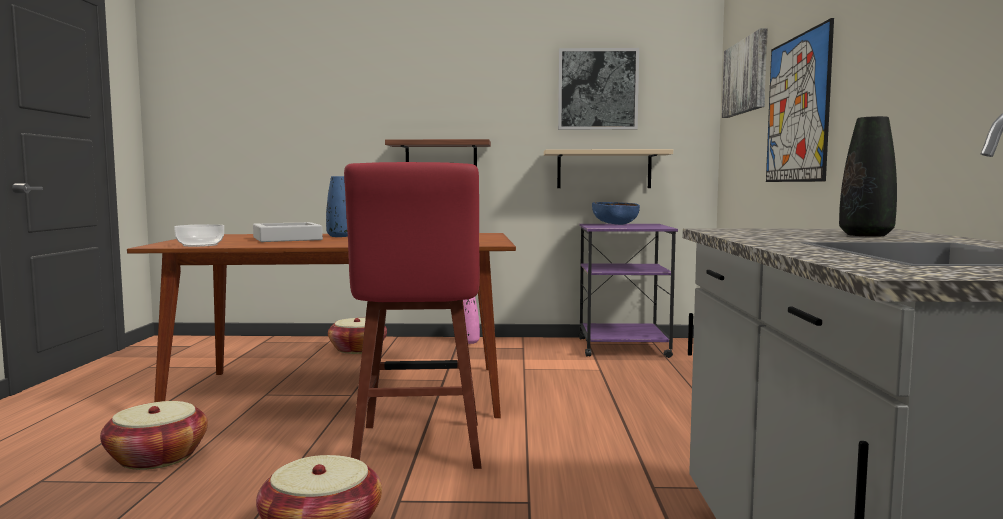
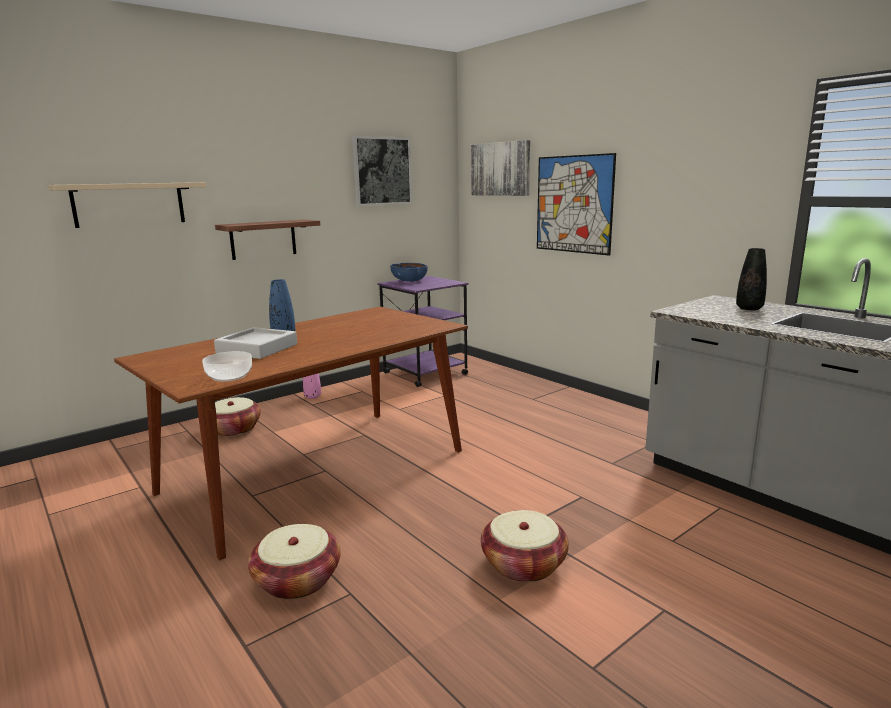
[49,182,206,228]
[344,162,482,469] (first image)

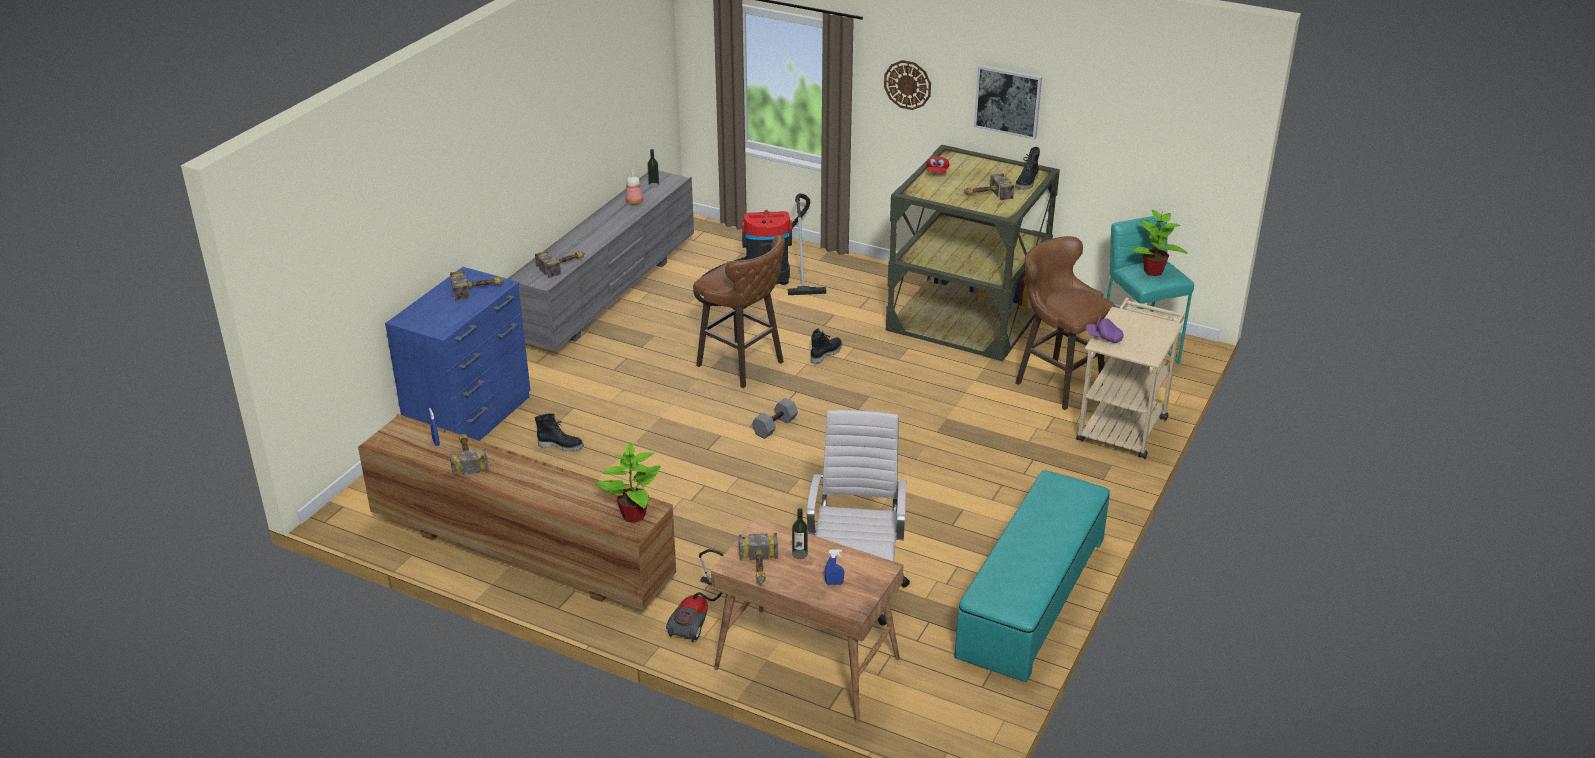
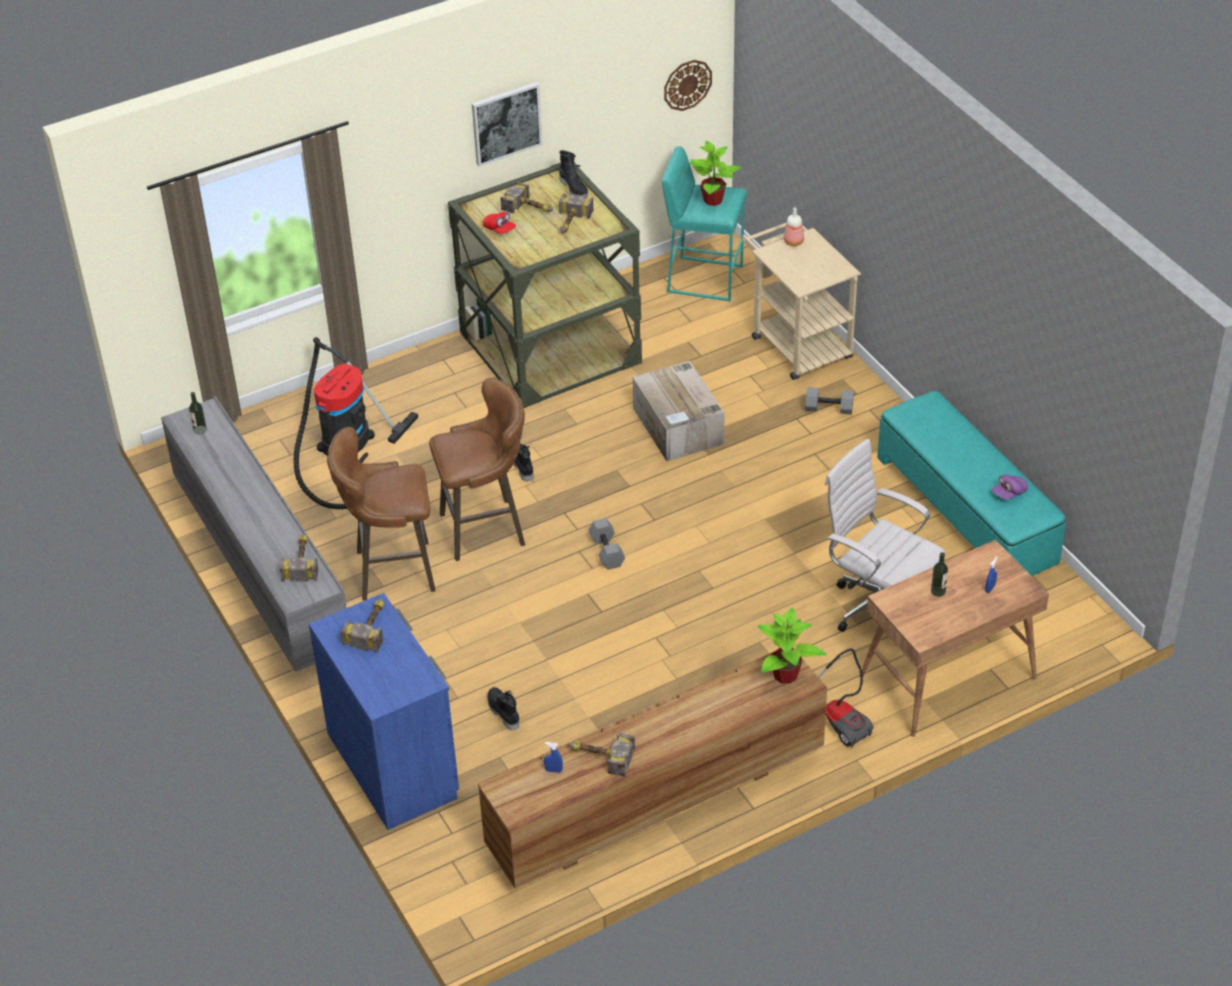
[664,60,712,111]
[784,207,804,246]
[327,427,436,601]
[992,475,1028,500]
[488,687,520,731]
[500,181,553,214]
[633,361,725,461]
[805,387,854,414]

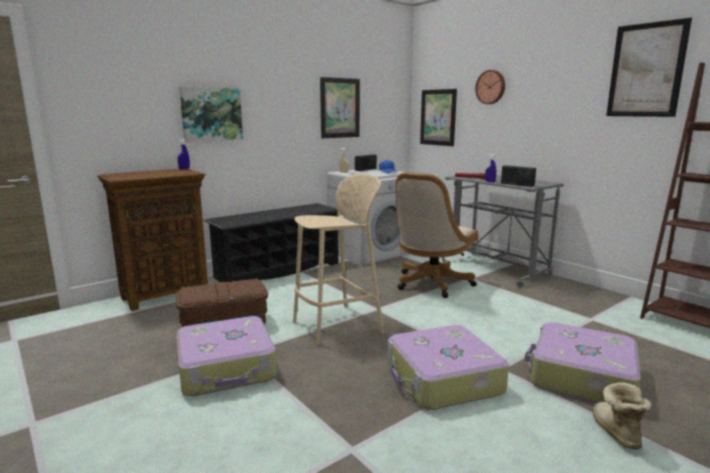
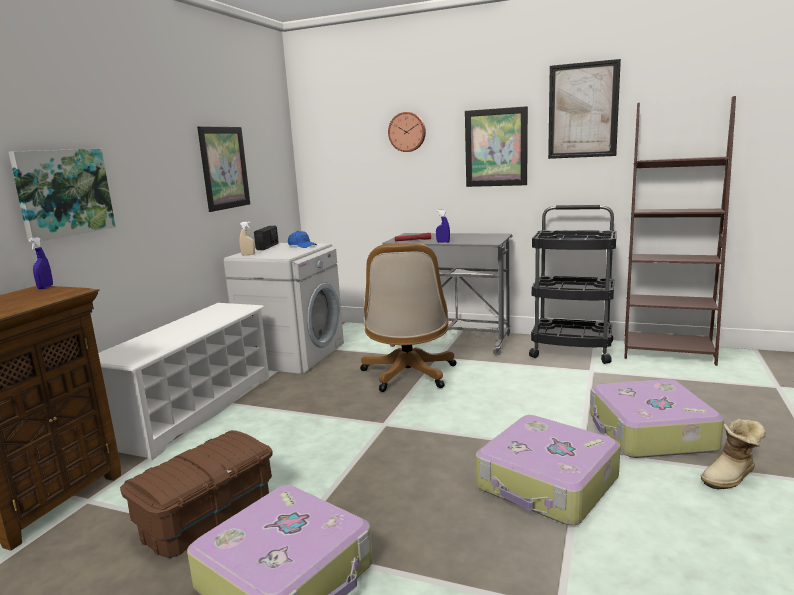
[465,106,528,187]
[501,165,536,187] (first image)
[293,174,384,346] (first image)
[98,303,269,461]
[701,418,766,489]
[529,205,617,364]

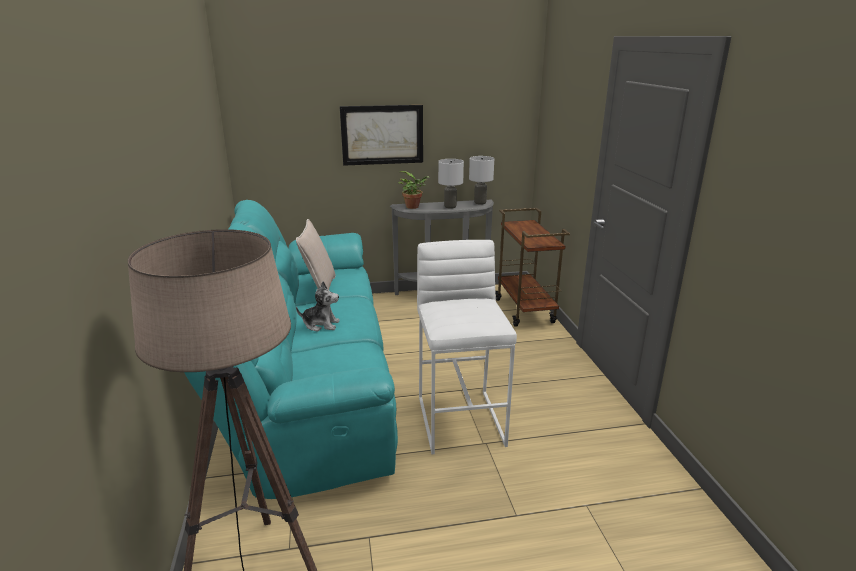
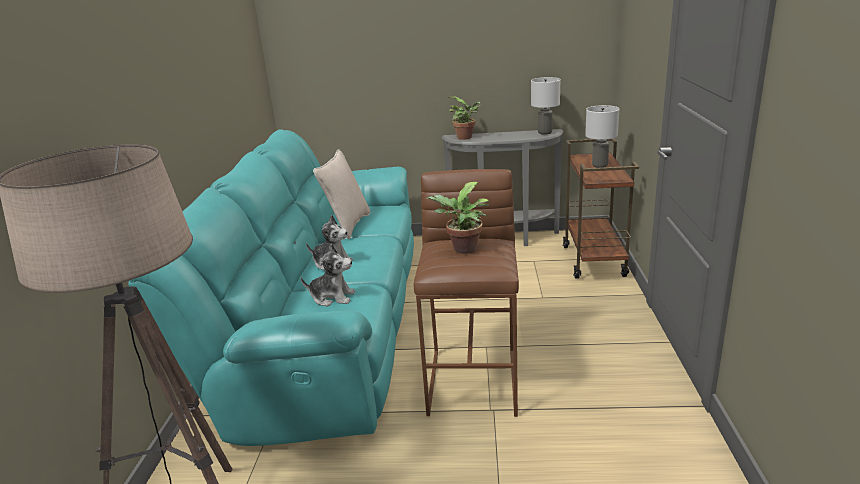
[340,105,423,166] (first image)
[585,105,620,168]
[414,169,519,417]
[426,182,490,254]
[301,244,355,306]

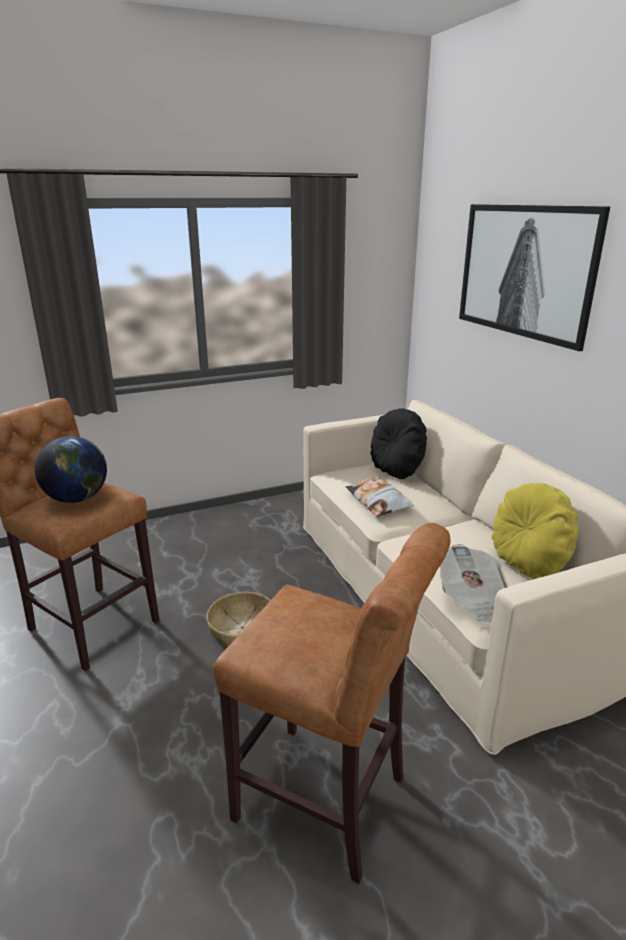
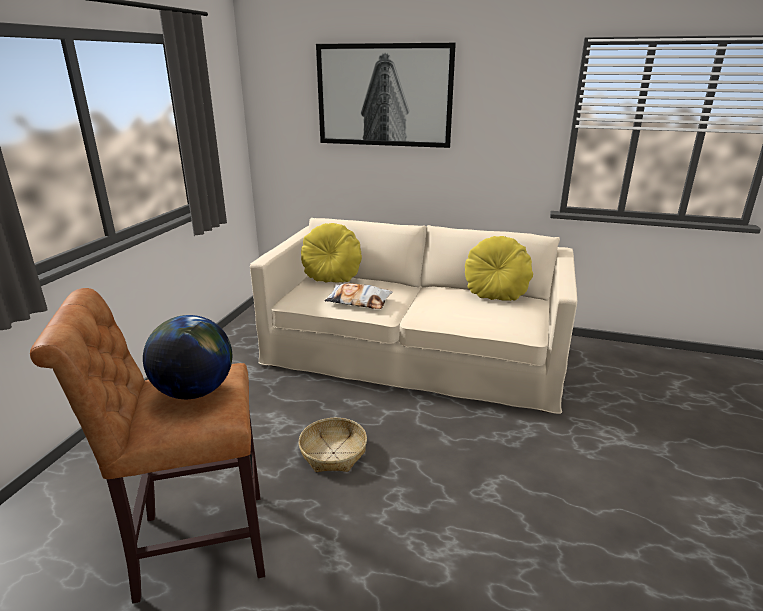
[301,223,362,283]
[213,523,450,884] (first image)
[440,544,508,626] (first image)

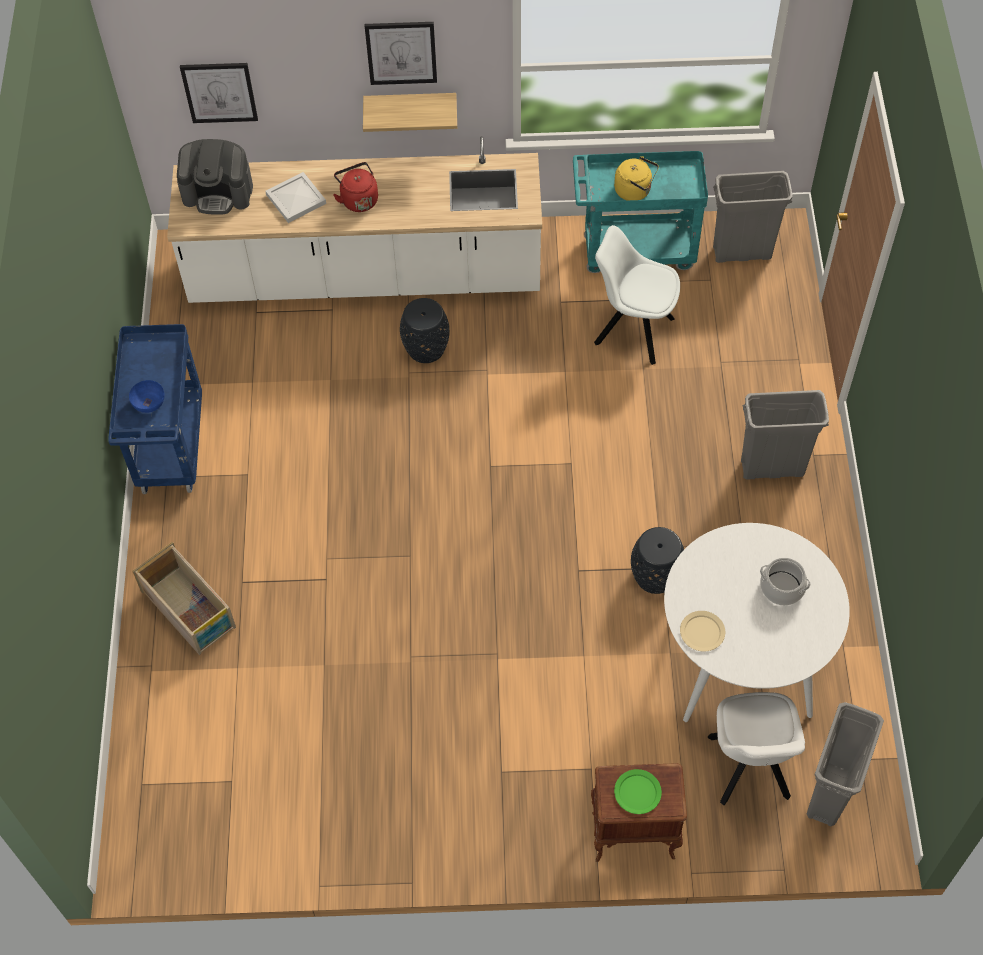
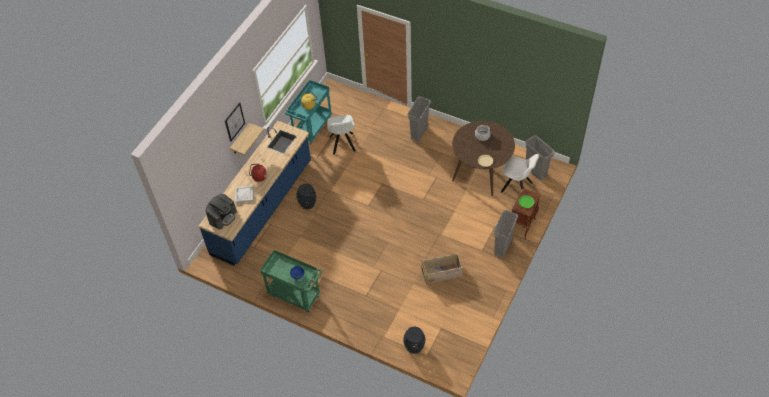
[180,63,258,123] (first image)
[199,121,311,266]
[493,210,518,258]
[327,115,356,154]
[260,250,322,312]
[452,121,515,196]
[403,327,425,354]
[422,253,463,285]

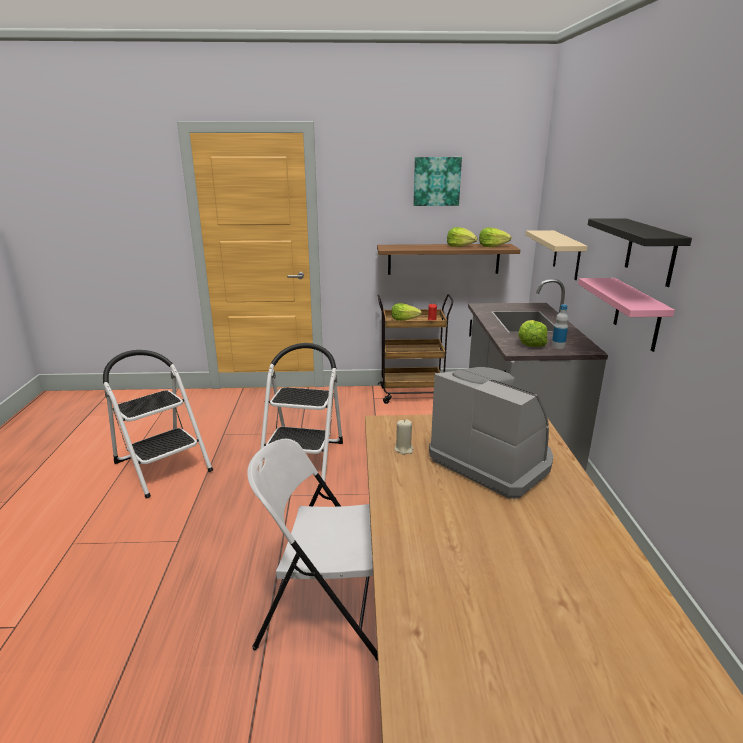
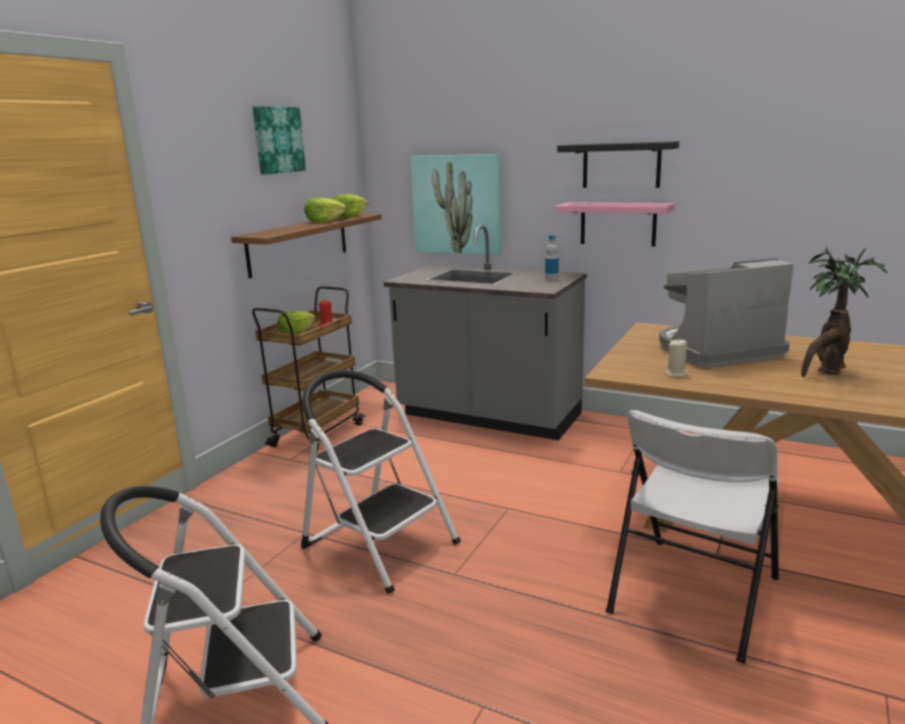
[411,154,501,255]
[518,320,548,347] (first image)
[801,246,887,377]

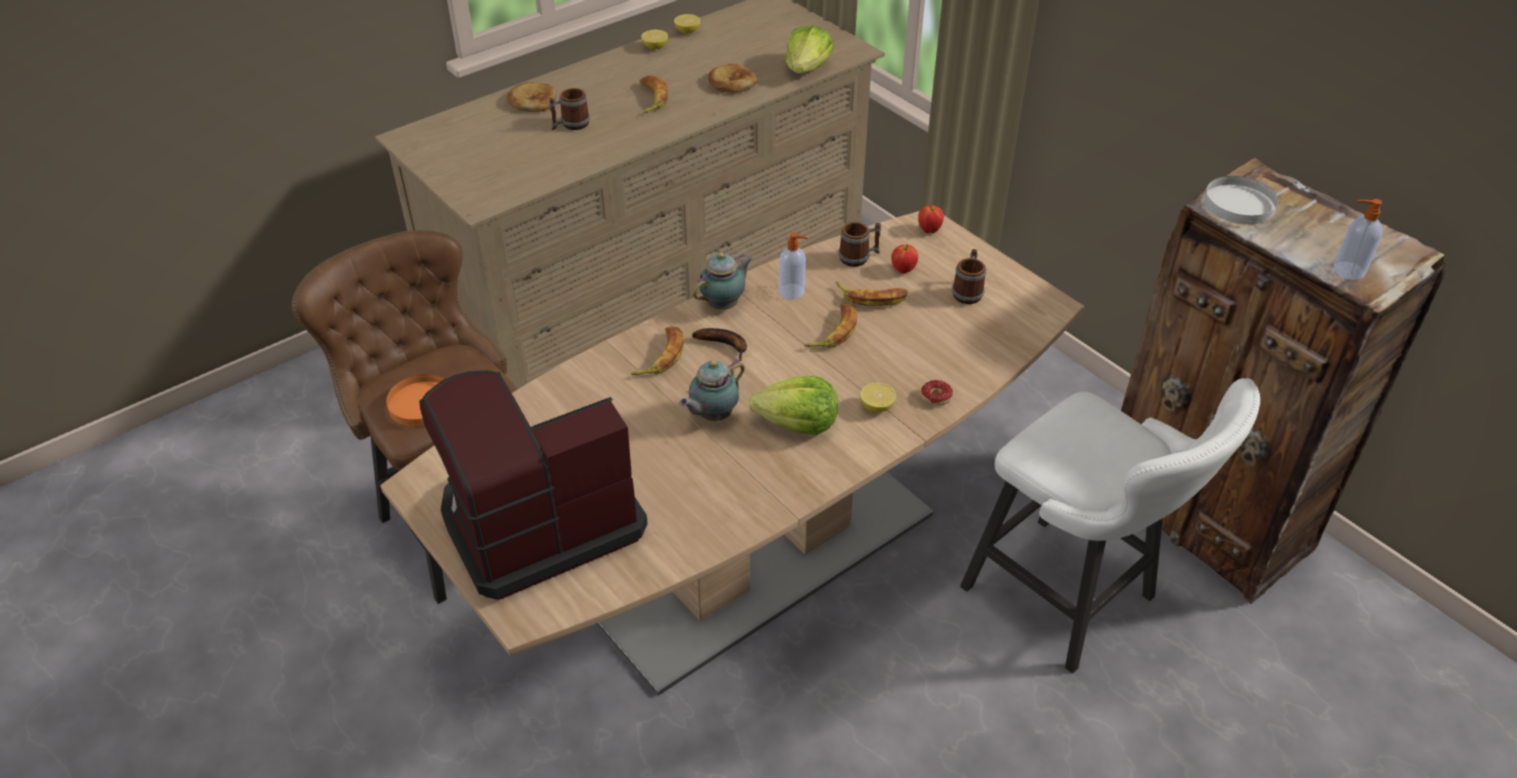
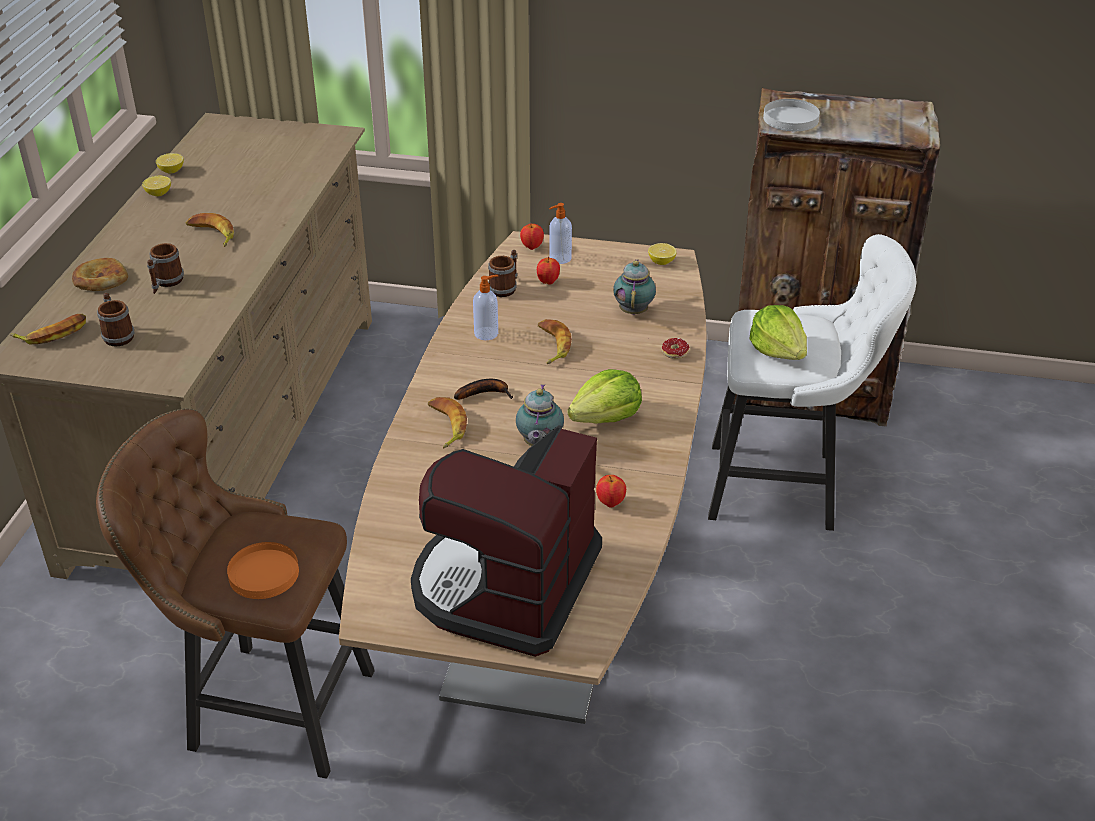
[749,305,807,360]
[708,64,758,92] (first image)
[549,203,572,264]
[97,293,134,346]
[613,260,656,315]
[10,314,86,344]
[648,243,677,265]
[596,475,626,507]

